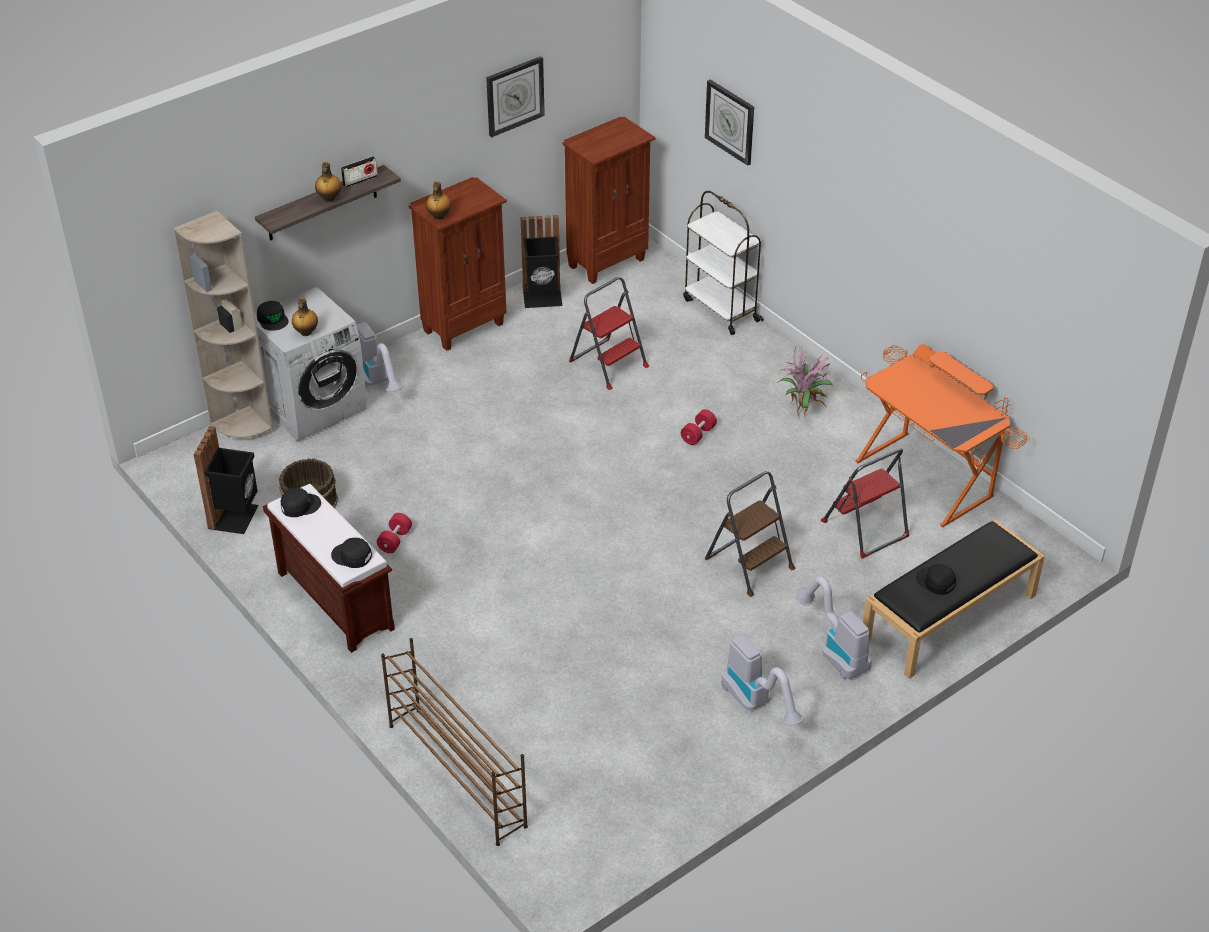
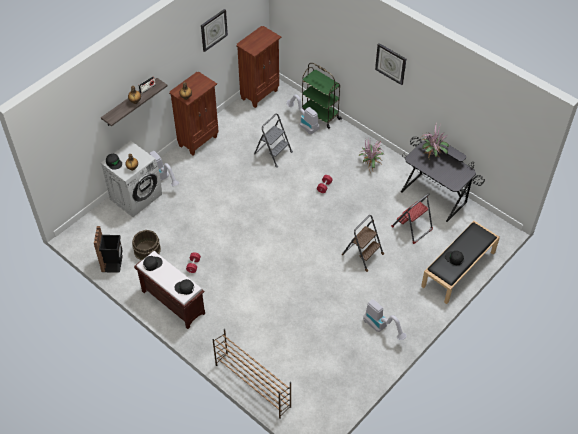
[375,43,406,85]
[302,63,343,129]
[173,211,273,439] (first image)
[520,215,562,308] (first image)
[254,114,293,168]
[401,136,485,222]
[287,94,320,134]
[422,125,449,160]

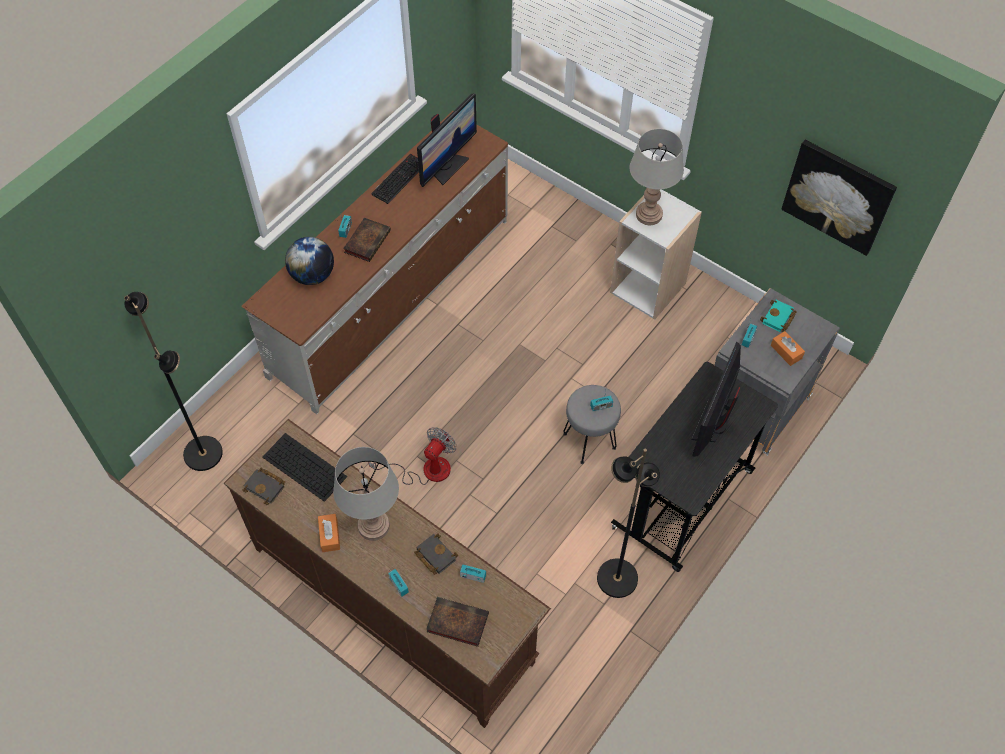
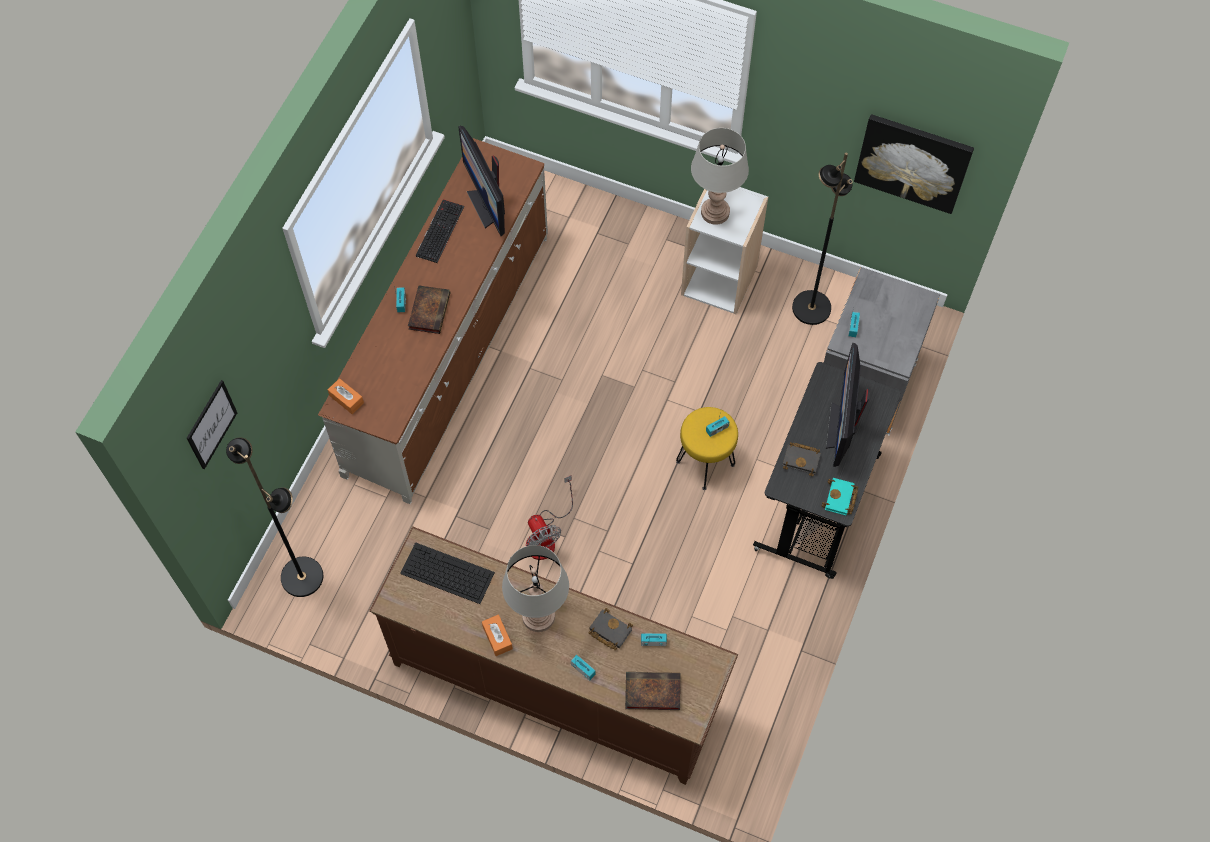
[458,126,505,236]
[285,237,334,285] (first image)
[821,478,858,515]
[328,378,364,414]
[676,407,738,490]
[526,475,573,560]
[792,152,853,325]
[782,442,821,477]
[187,380,237,469]

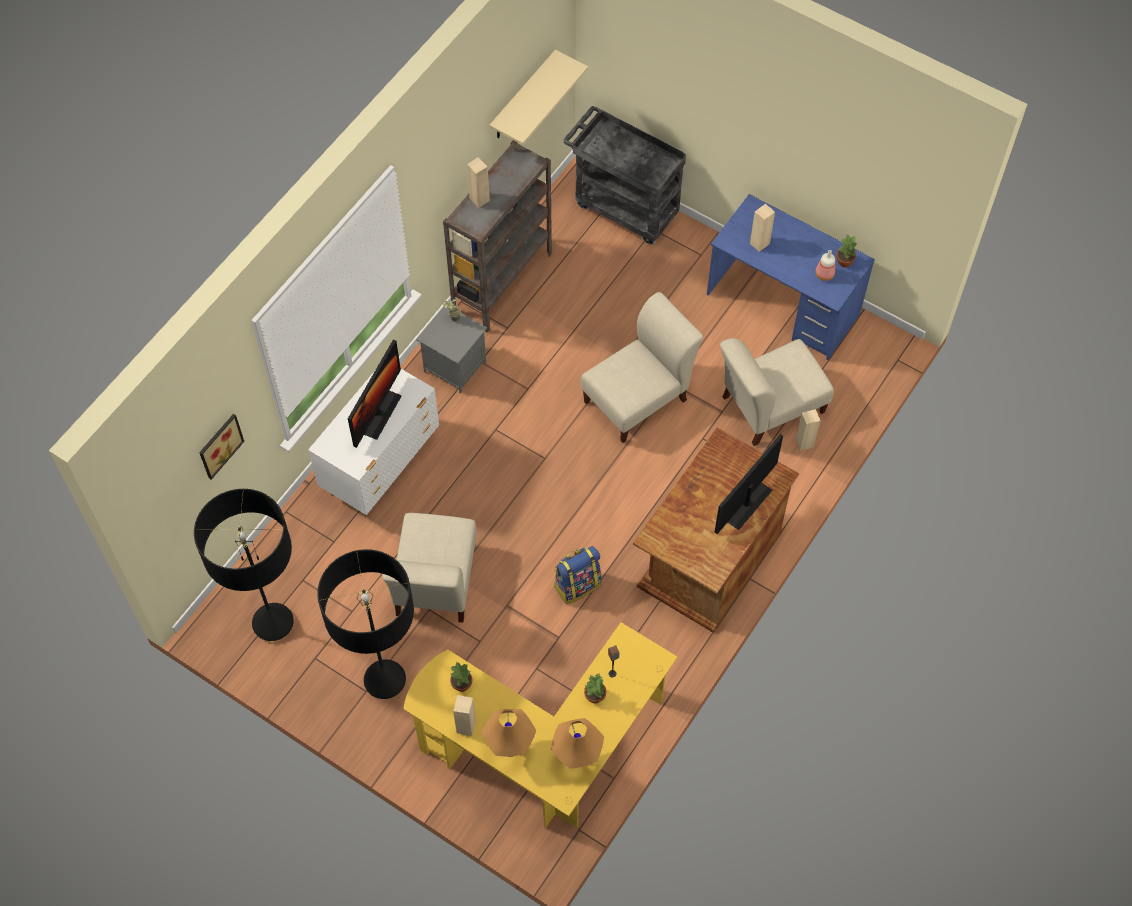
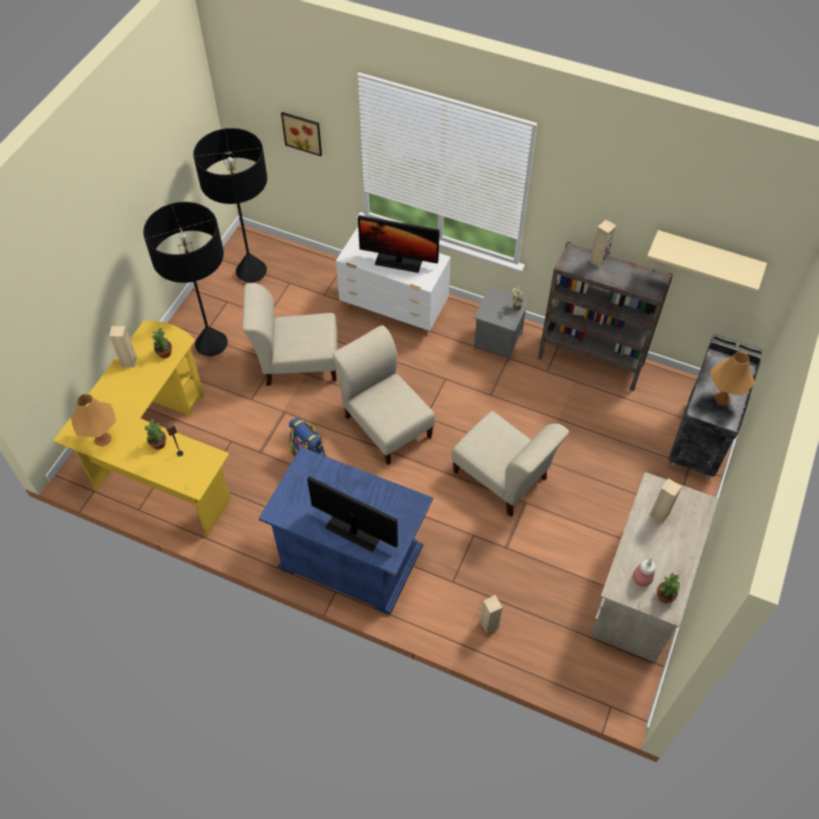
[590,472,718,663]
[332,325,435,465]
[259,447,433,615]
[710,352,755,405]

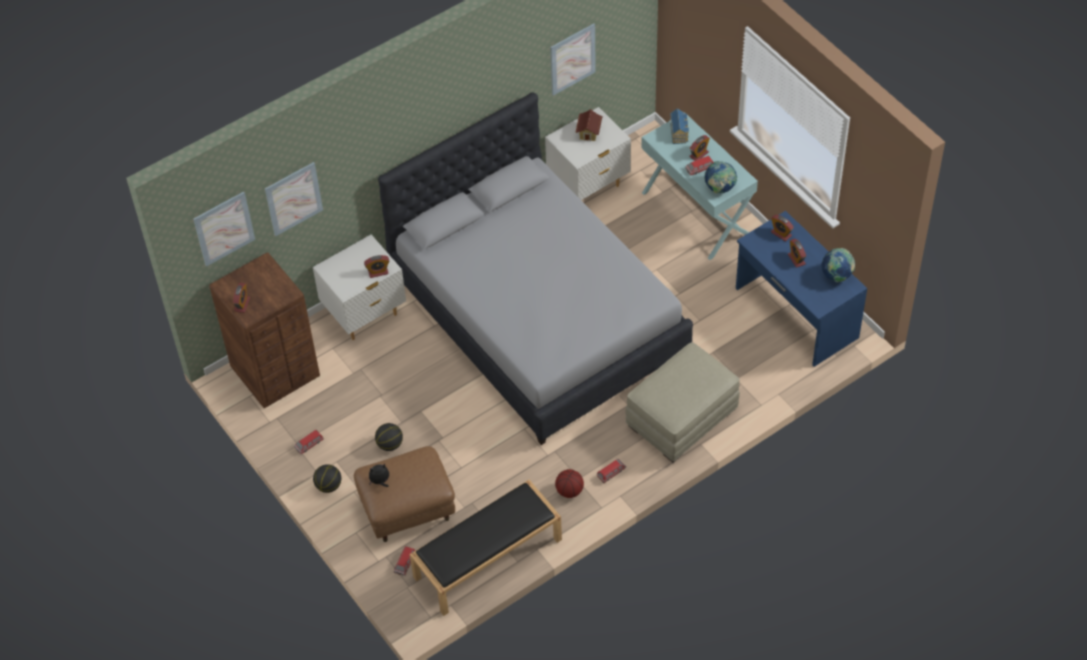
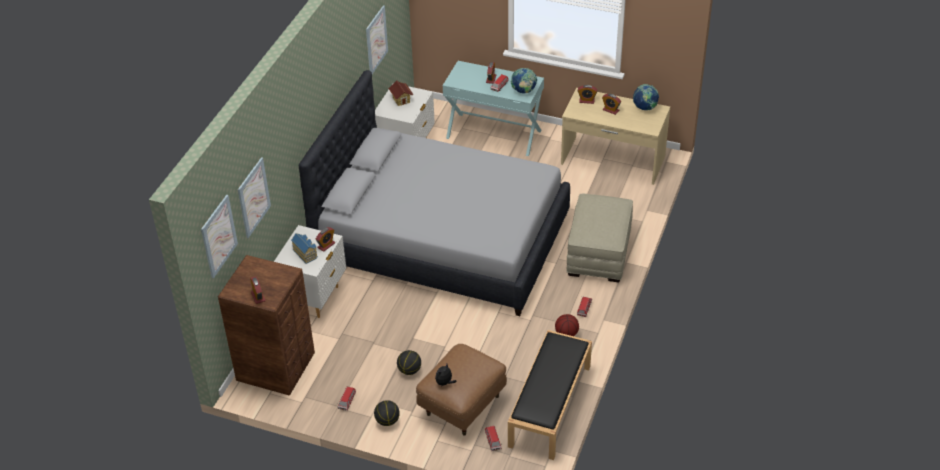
[291,233,318,264]
[561,88,670,185]

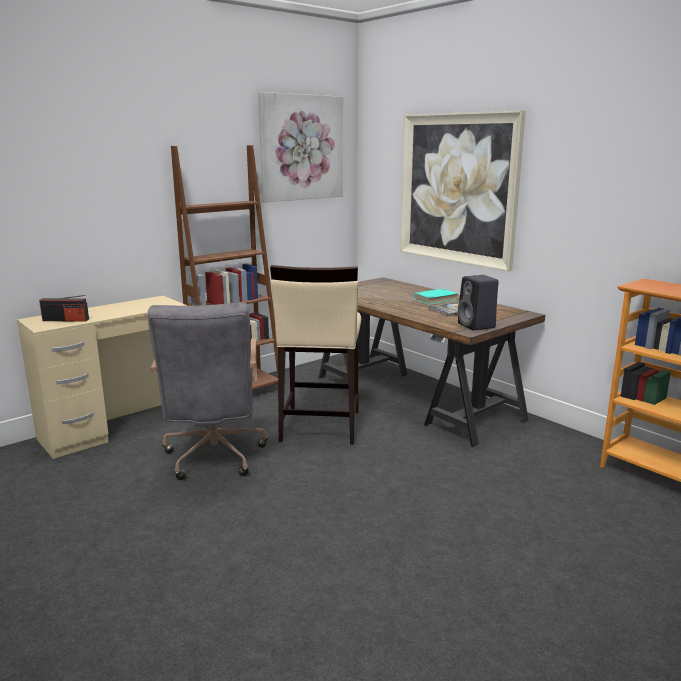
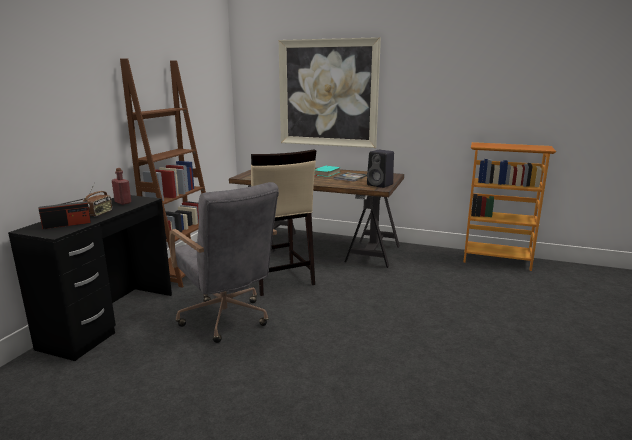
[258,92,343,202] (first image)
[8,195,172,361]
[112,168,131,205]
[83,184,112,216]

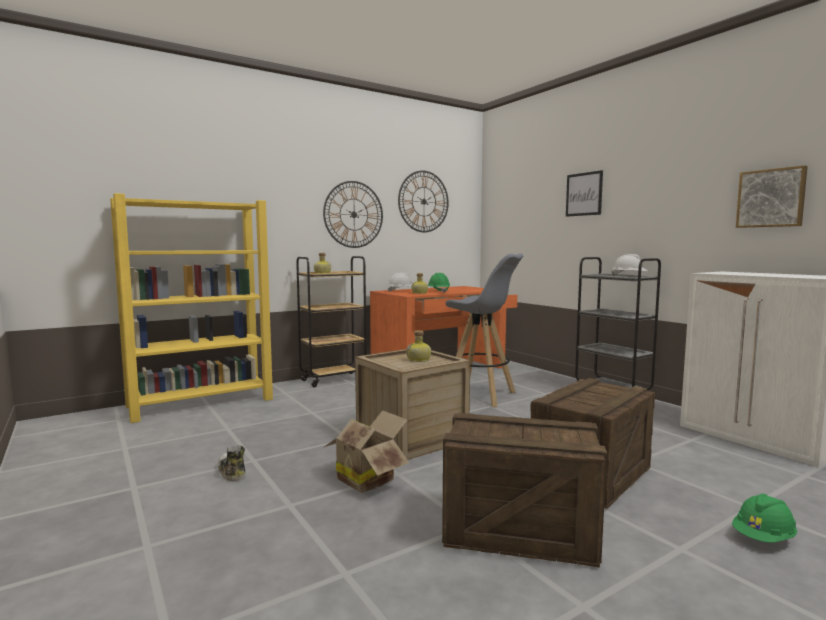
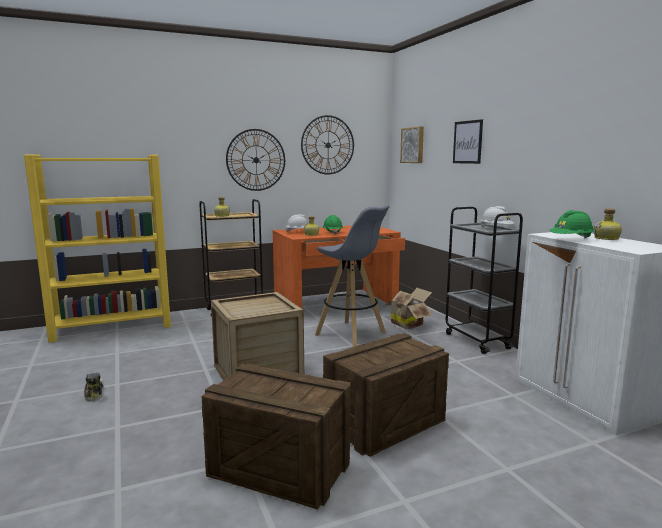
[400,127,424,163]
[594,208,622,240]
[384,288,433,329]
[549,210,594,239]

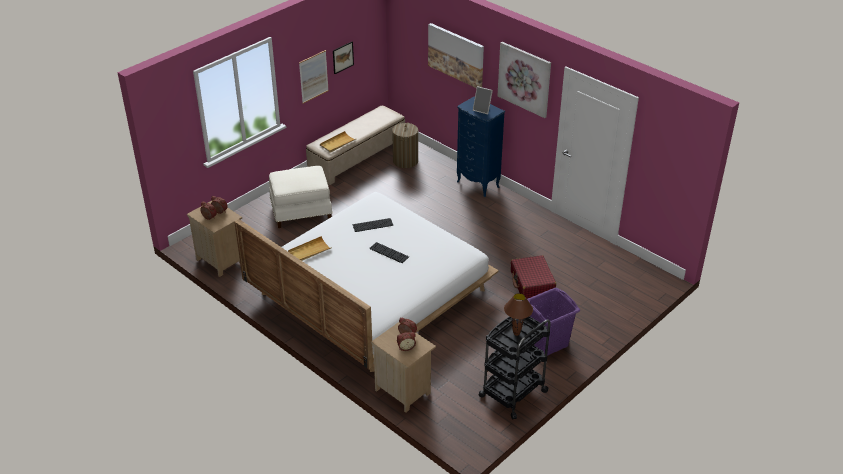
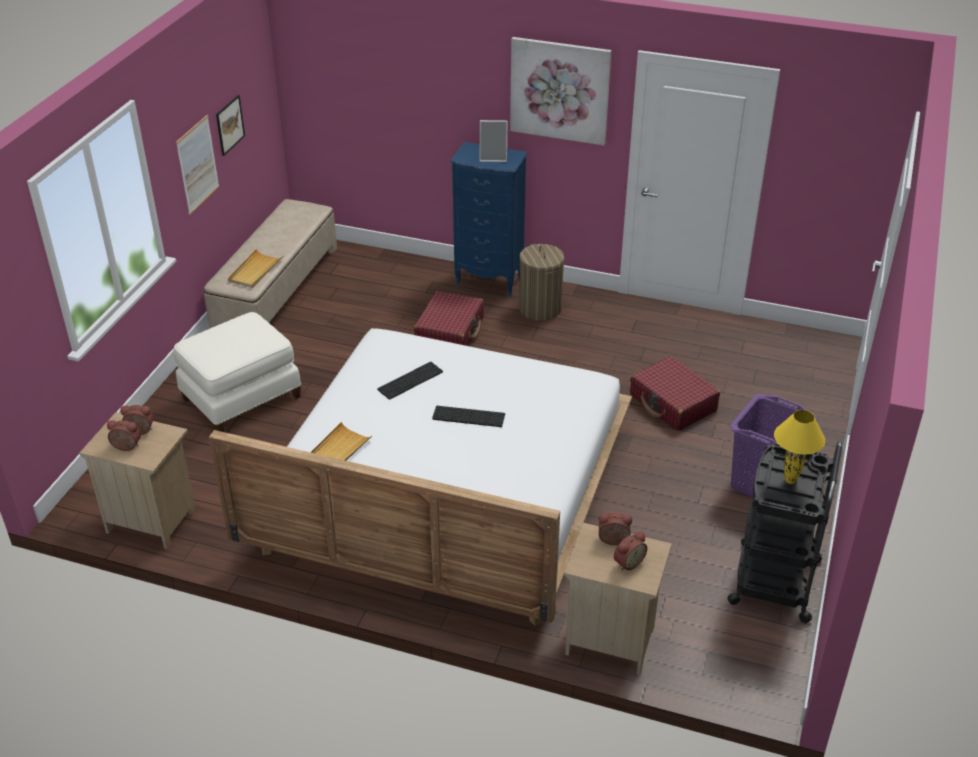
[428,23,484,88] (first image)
[519,244,564,321]
[774,410,825,484]
[414,291,484,346]

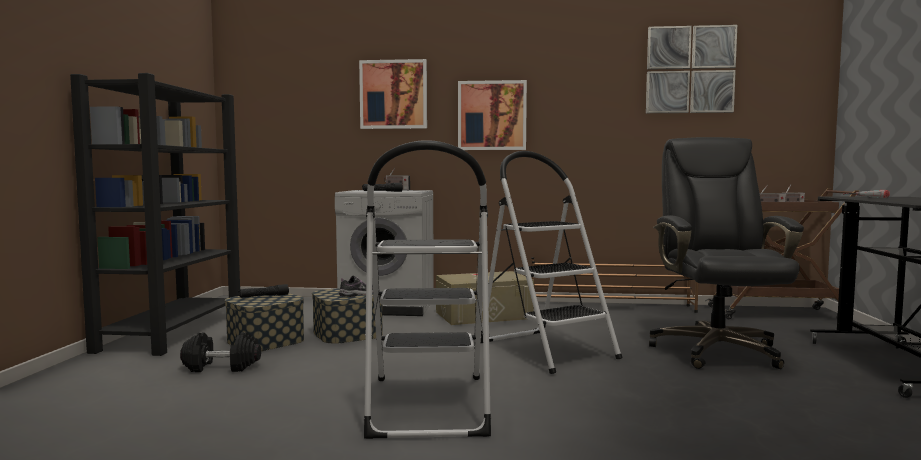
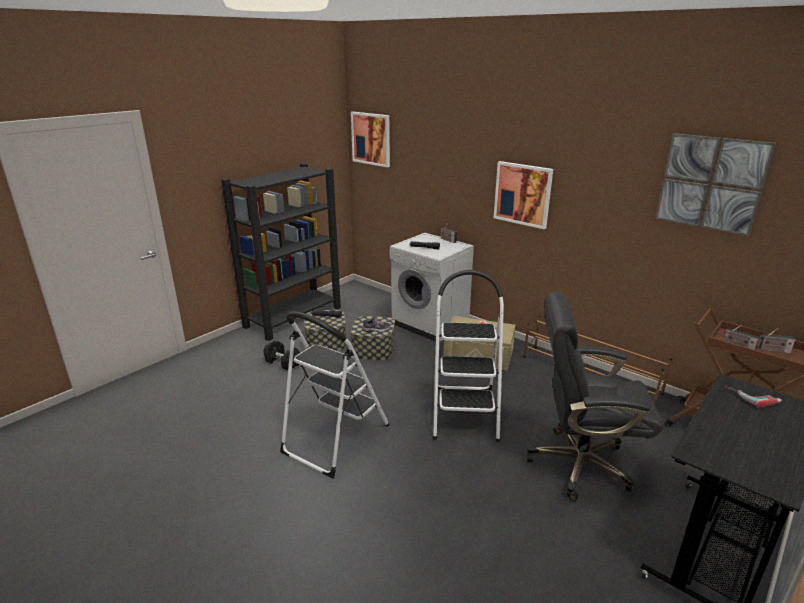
[351,112,390,167]
[527,292,664,501]

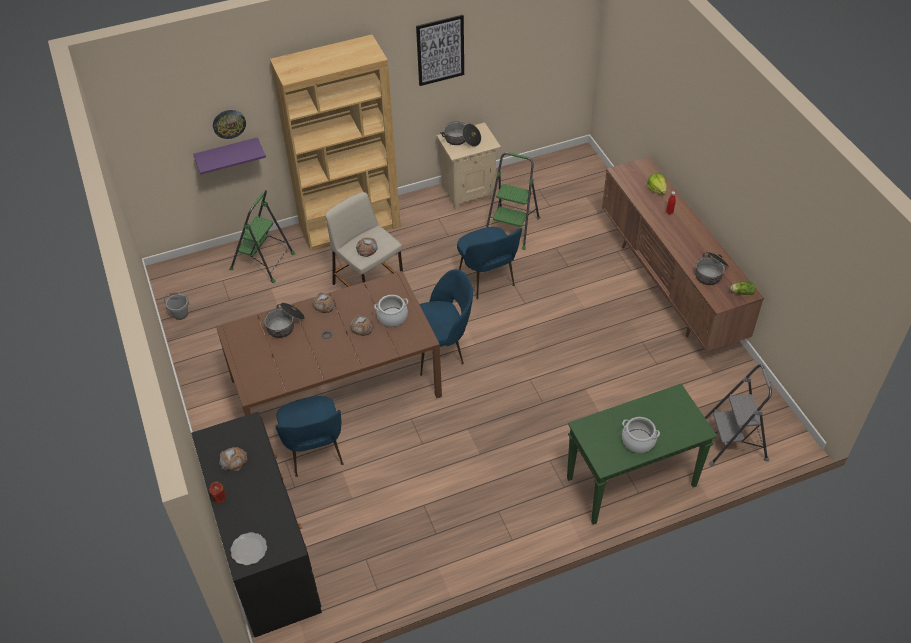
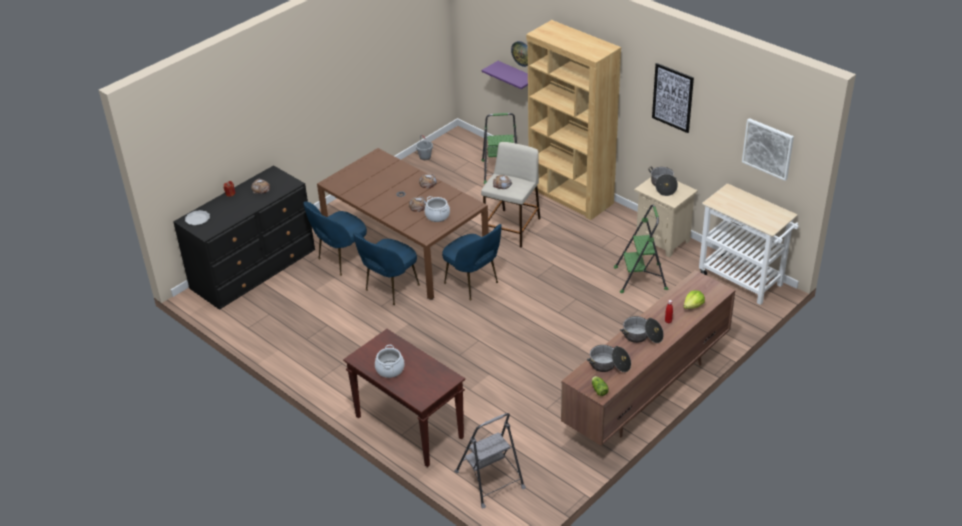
[353,232,420,305]
[620,316,664,343]
[343,329,465,467]
[742,118,794,181]
[699,184,798,305]

